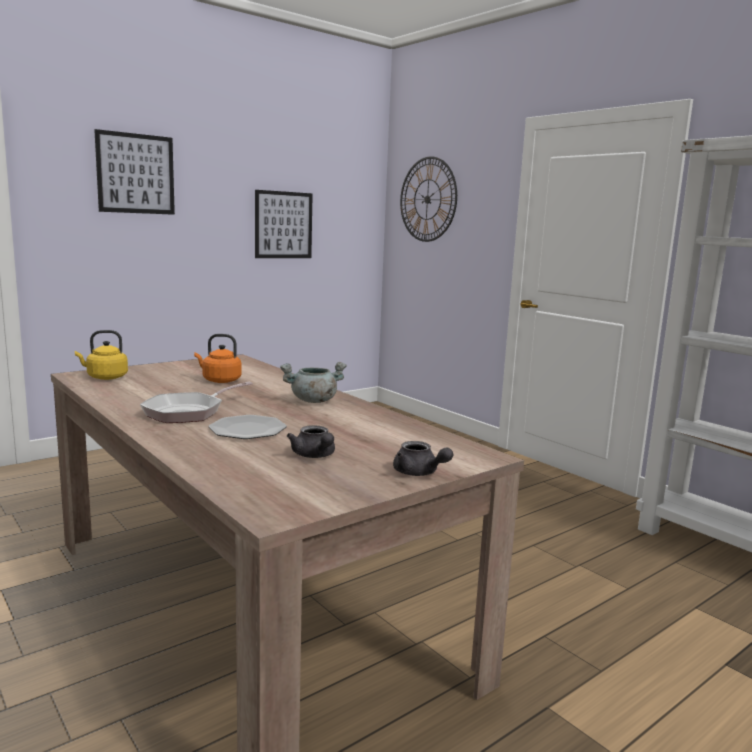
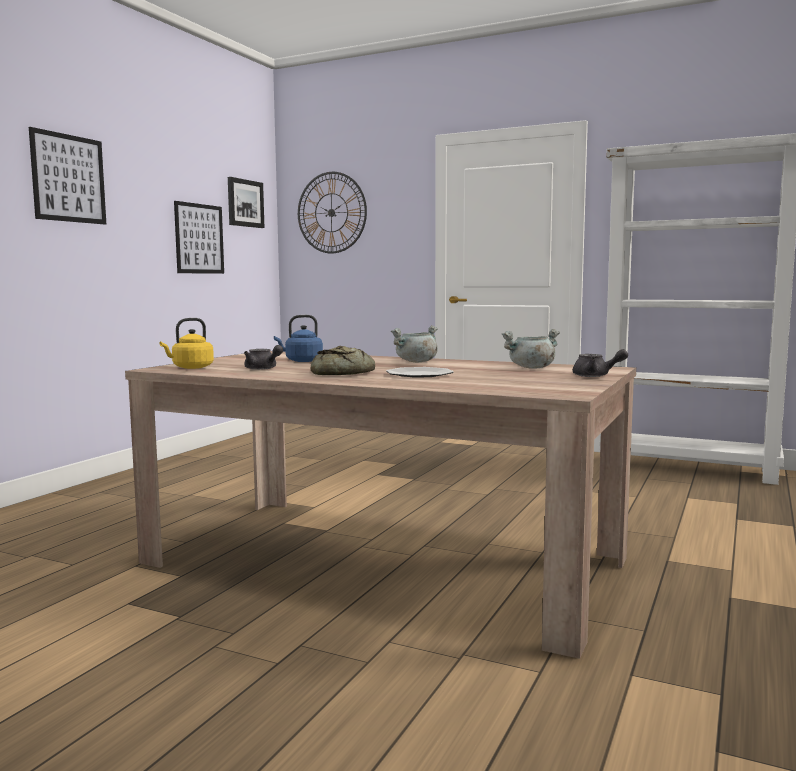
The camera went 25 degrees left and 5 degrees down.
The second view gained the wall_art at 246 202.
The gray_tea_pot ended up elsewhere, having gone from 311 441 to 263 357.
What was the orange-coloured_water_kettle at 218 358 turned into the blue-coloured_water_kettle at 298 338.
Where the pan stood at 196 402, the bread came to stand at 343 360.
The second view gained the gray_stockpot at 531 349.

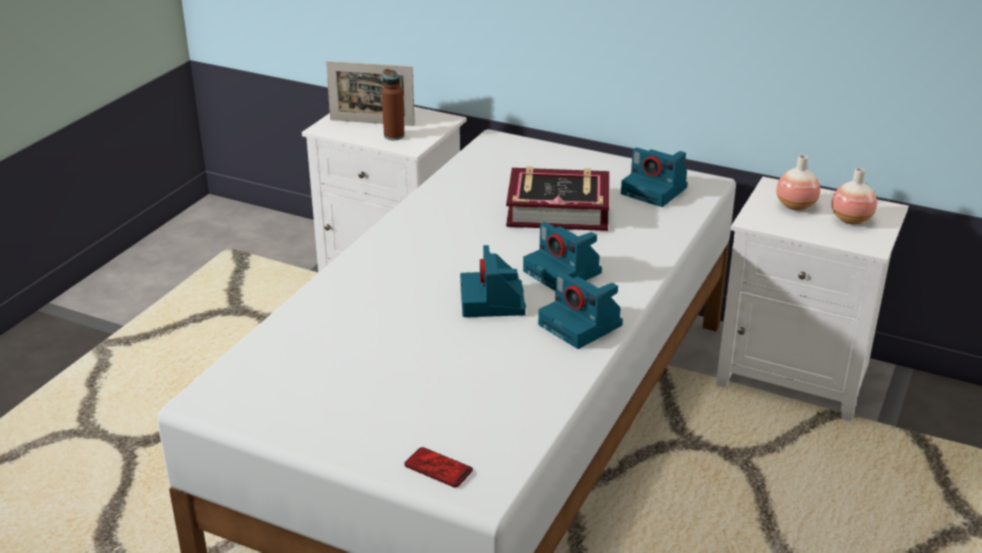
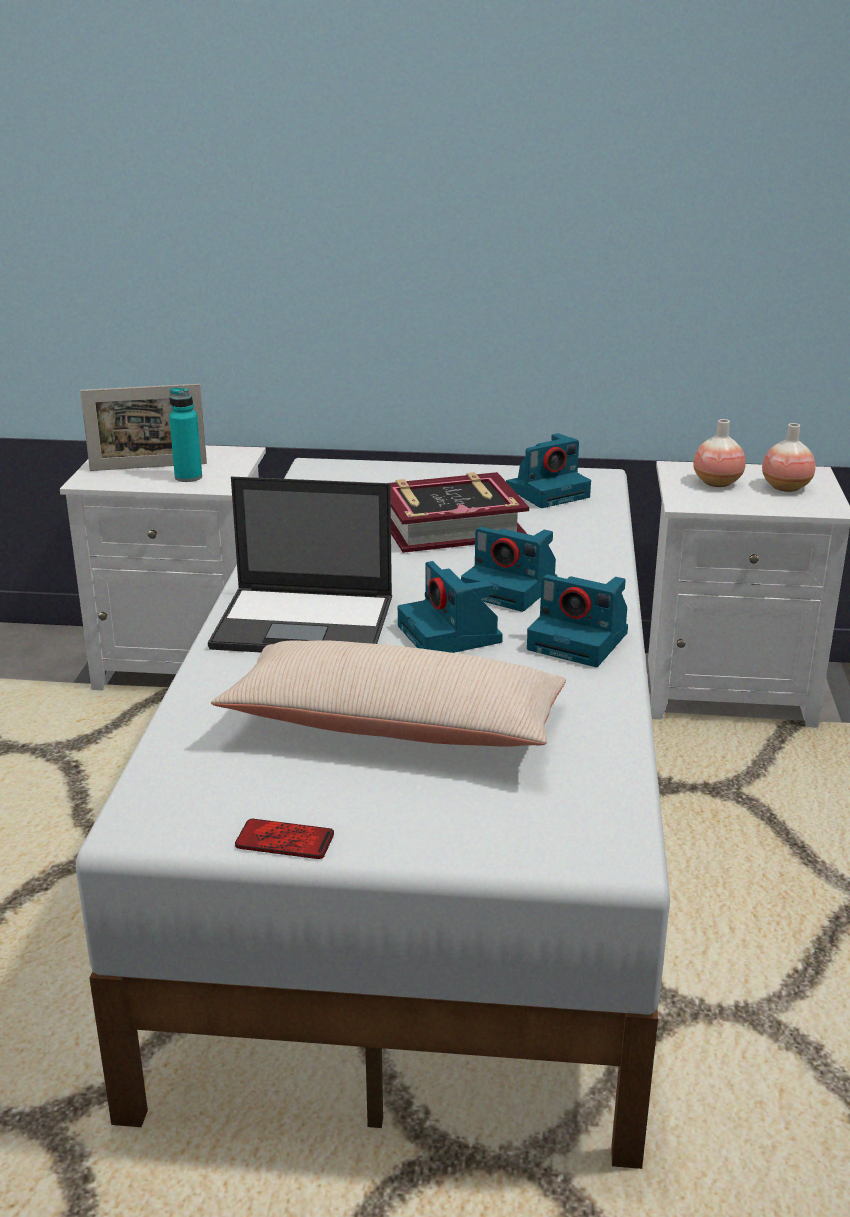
The camera went 20 degrees left and 5 degrees down.
What was the brown_bottle at 393 104 turned into the turquoise_bottle at 185 434.
The second view gained the laptop at 300 564.
The second view gained the beige-coloured_cushion at 388 693.
The phone ended up elsewhere, having gone from 438 467 to 284 839.
The still_camera at 654 177 ended up facing another way, 45 degrees counterclockwise from before.

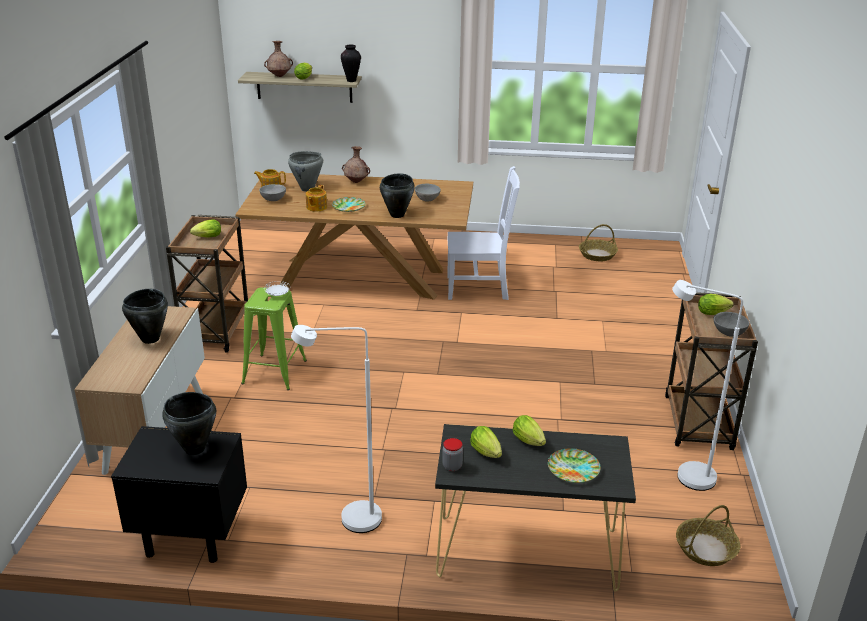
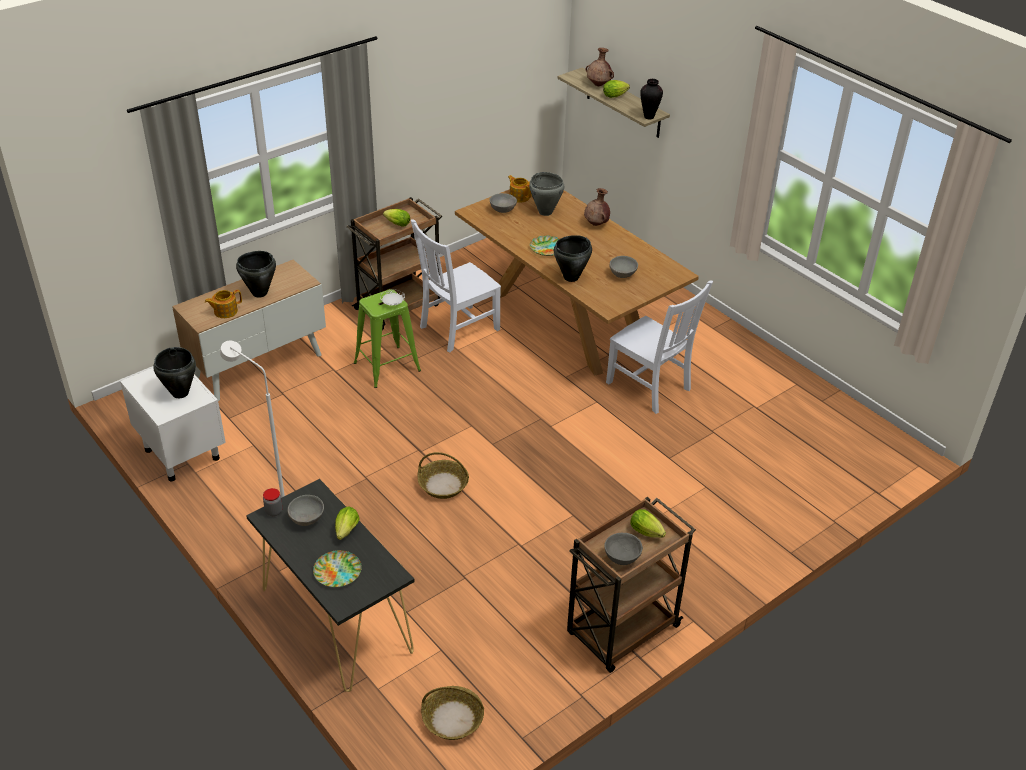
The camera went 45 degrees right and 10 degrees up.
What was the black_nightstand at 179 494 turned into the white_nightstand at 173 425.
The tea_pot ended up elsewhere, having gone from 316 198 to 223 304.
Where the lettuce_head stood at 486 442, the gray_serving_bowl came to stand at 306 510.
The second view gained the white_plain_chair at 456 286.
The storage_basket ended up elsewhere, having gone from 598 242 to 443 475.
The second view lost the white_standing_lamp at 707 385.

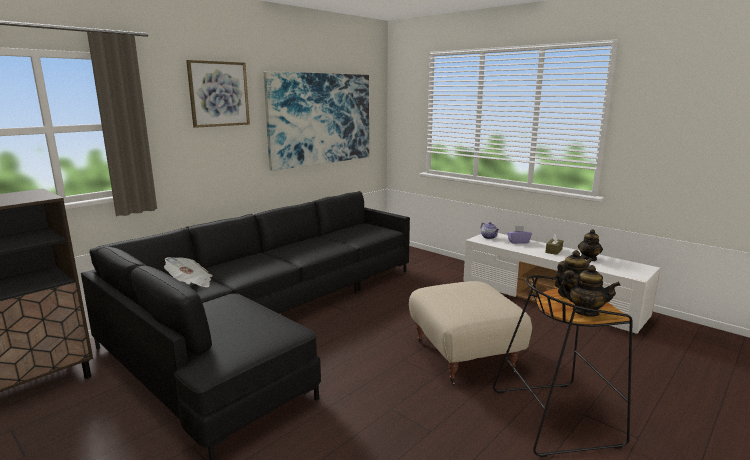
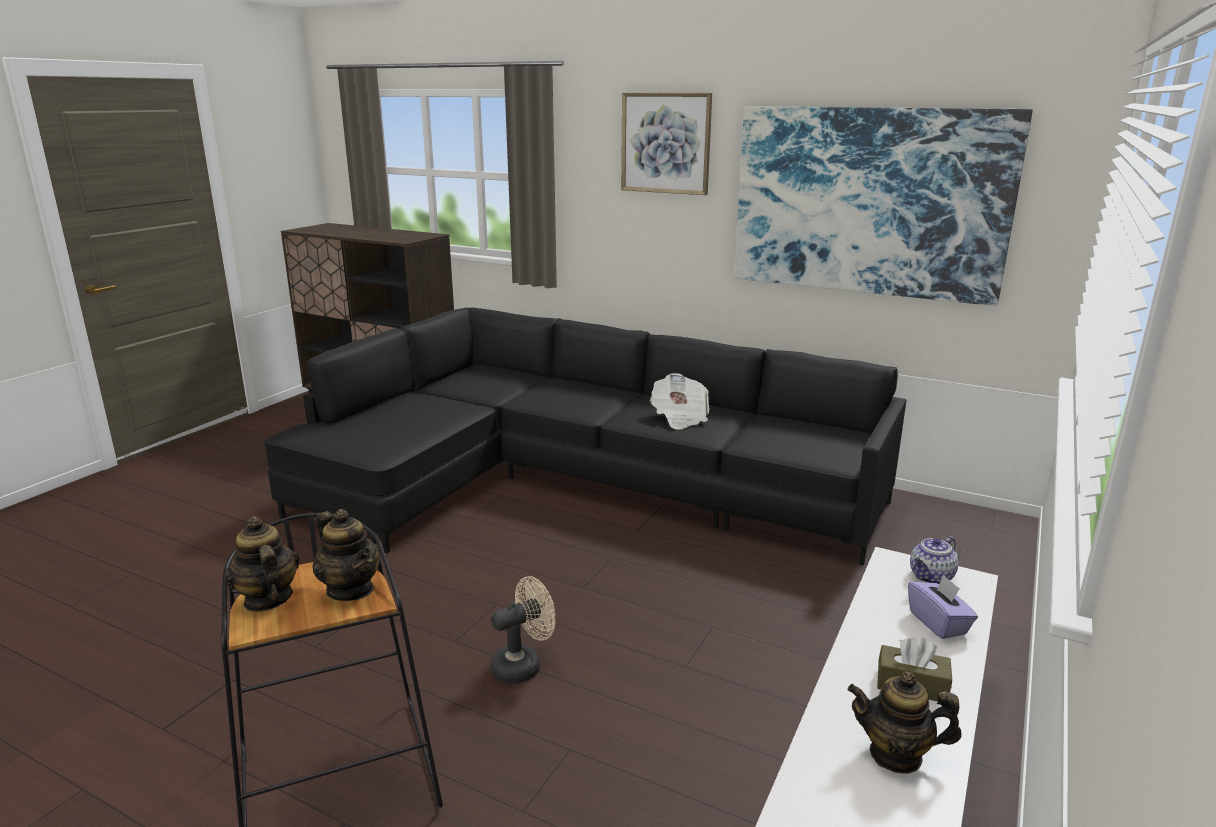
The camera went 75 degrees right and 5 degrees up.
The tea_pot at 589 291 ended up facing another way, 135 degrees clockwise from before.
Where the beige-coloured_ottoman stood at 470 333, the beige-coloured_cooling_fan came to stand at 523 630.
The printed_paper ended up elsewhere, having gone from 188 272 to 679 401.

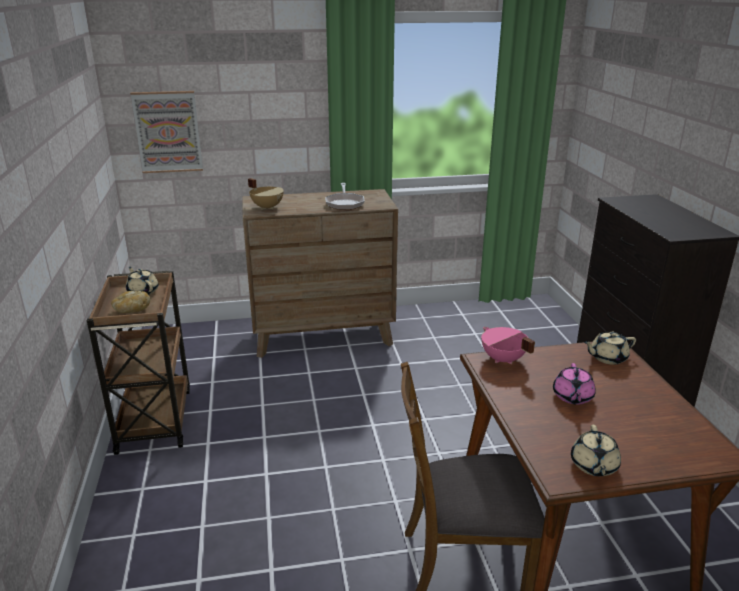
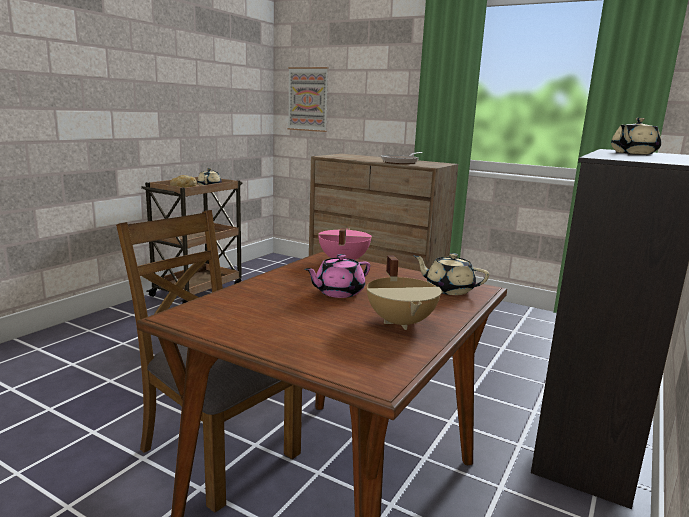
The camera went 40 degrees right and 10 degrees down.
The beige-coloured_stockpot ended up elsewhere, having gone from 266 194 to 404 293.
The beige-coloured_tea_pot ended up elsewhere, having gone from 596 450 to 636 136.

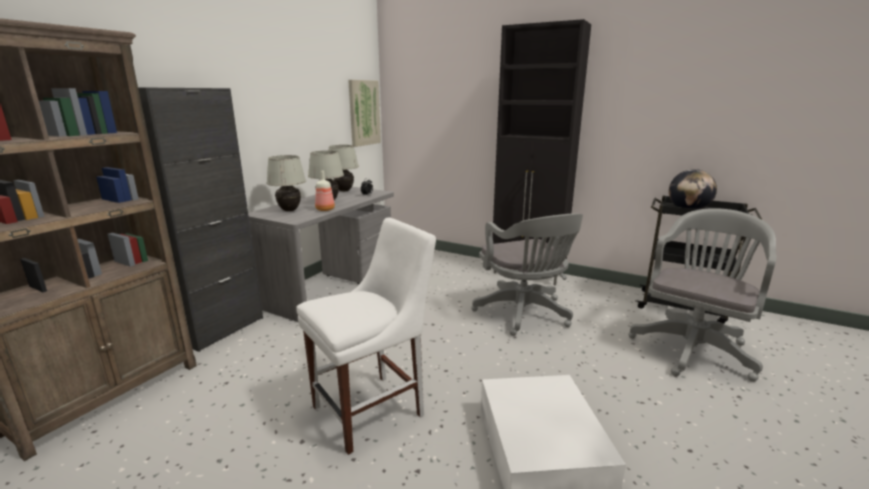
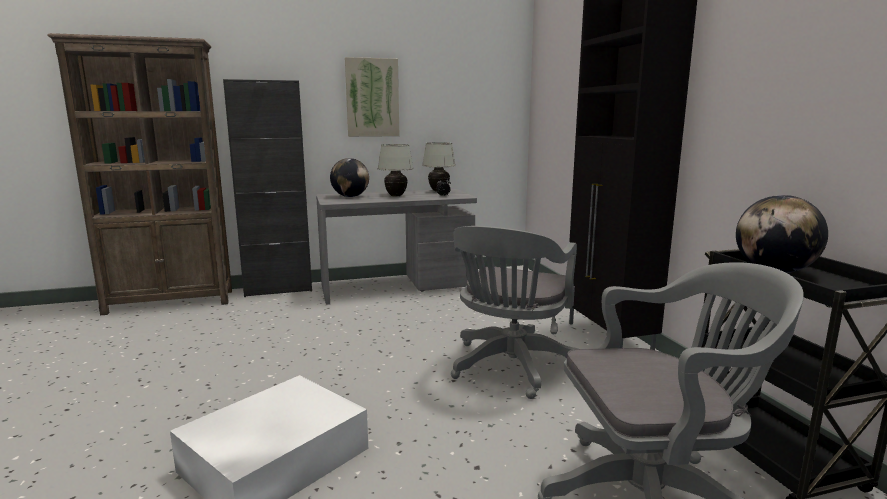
The camera went 45 degrees right and 5 degrees down.
Where the white_lamp_for_a_table stood at 286 183, the globe came to stand at 349 177.
The wall_art ended up elsewhere, having gone from 364 113 to 372 97.
The second view lost the white_plain_chair at 366 336.
The second view lost the bottle at 325 191.

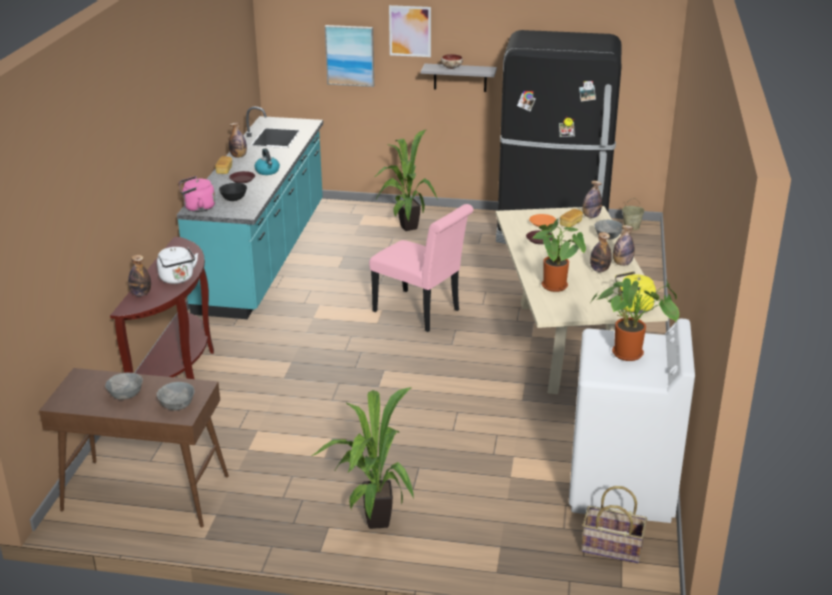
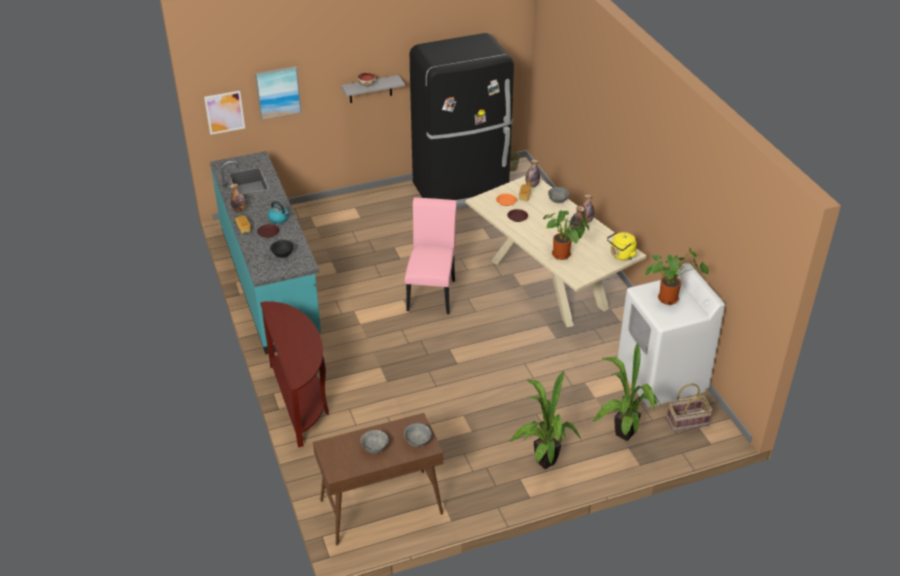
The camera went 30 degrees left and 10 degrees up.
The wall_art ended up elsewhere, having gone from 410 31 to 224 113.
The pink-coloured_plain_chair at 421 268 ended up facing another way, 90 degrees counterclockwise from before.
The potted_plant ended up elsewhere, having gone from 406 180 to 626 392.
The second view lost the bottle at 139 275.
The second view lost the white_water_kettle at 177 265.
The second view lost the pink-coloured_water_kettle at 197 194.

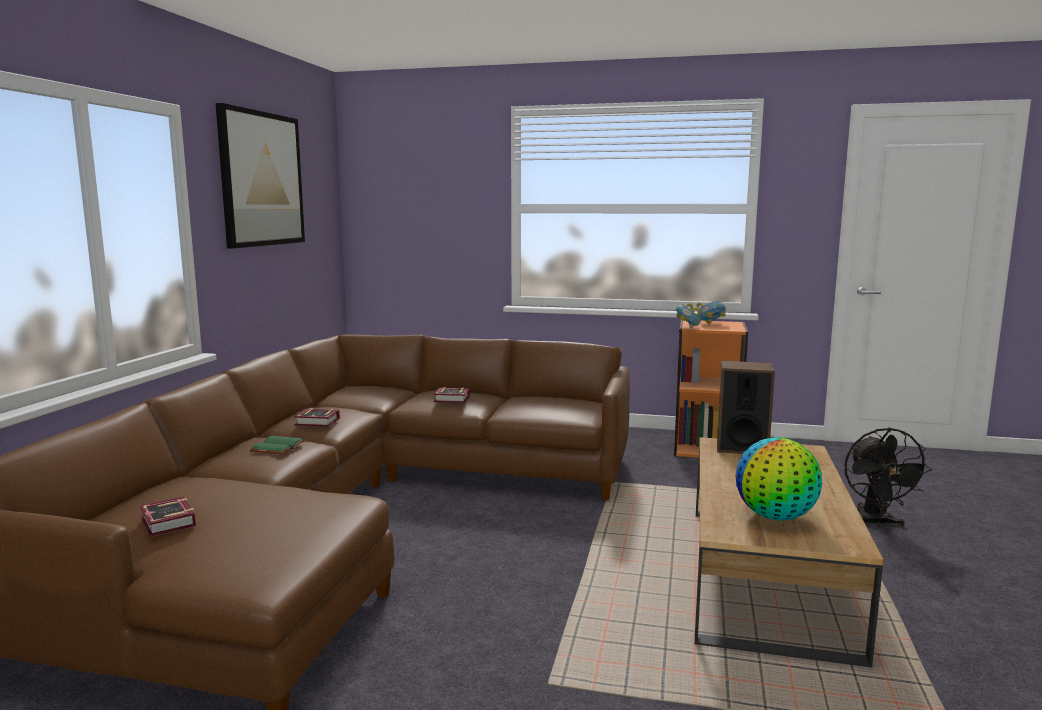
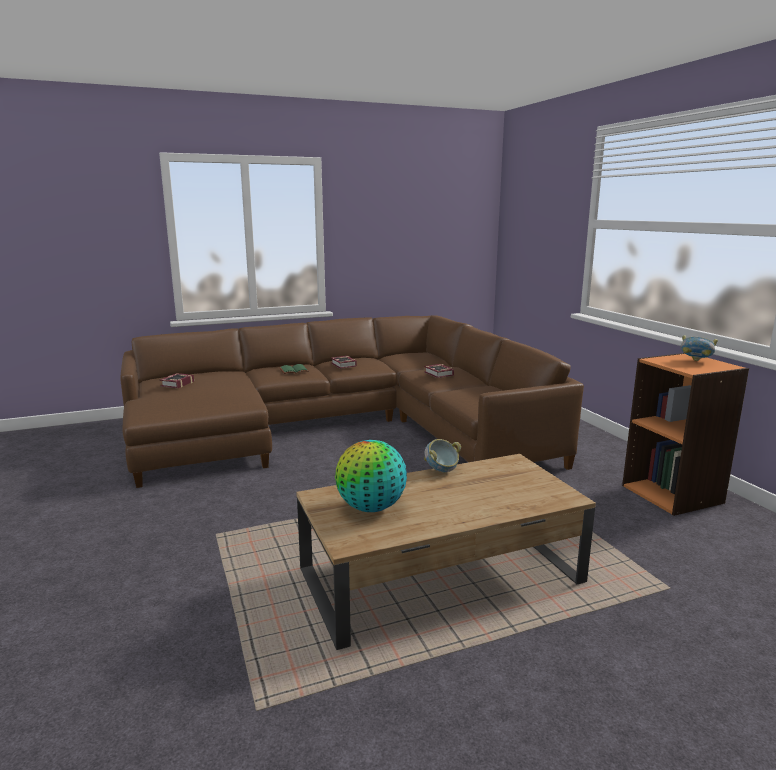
The camera went 55 degrees right and 5 degrees up.
The serving_bowl ended up elsewhere, having gone from 689 315 to 442 456.
The second view lost the wall_art at 260 176.
The second view lost the audio_speaker at 746 407.
The second view lost the black_cooling_fan at 888 477.

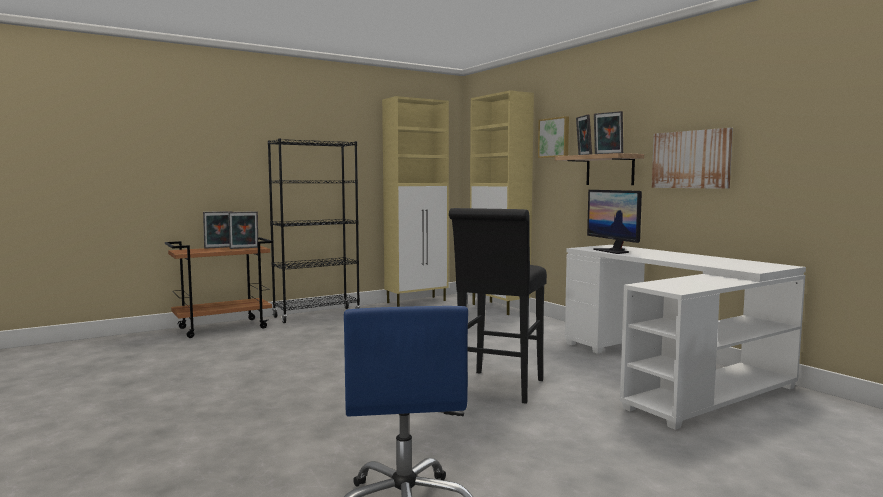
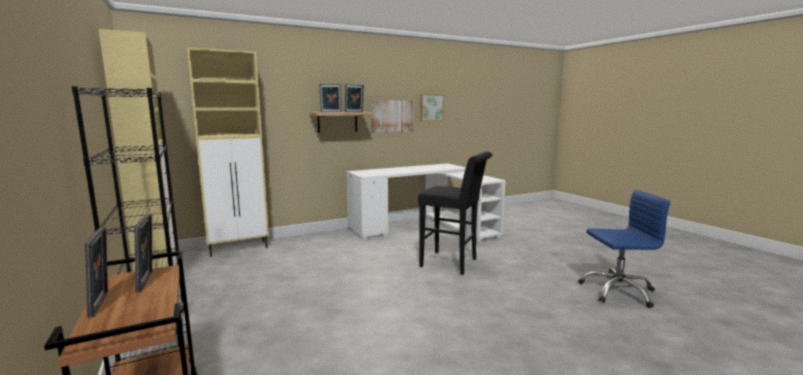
The camera went 85 degrees left and 5 degrees up.
The wall_art ended up elsewhere, having gone from 553 137 to 432 107.
The second view lost the computer_screen at 614 222.

